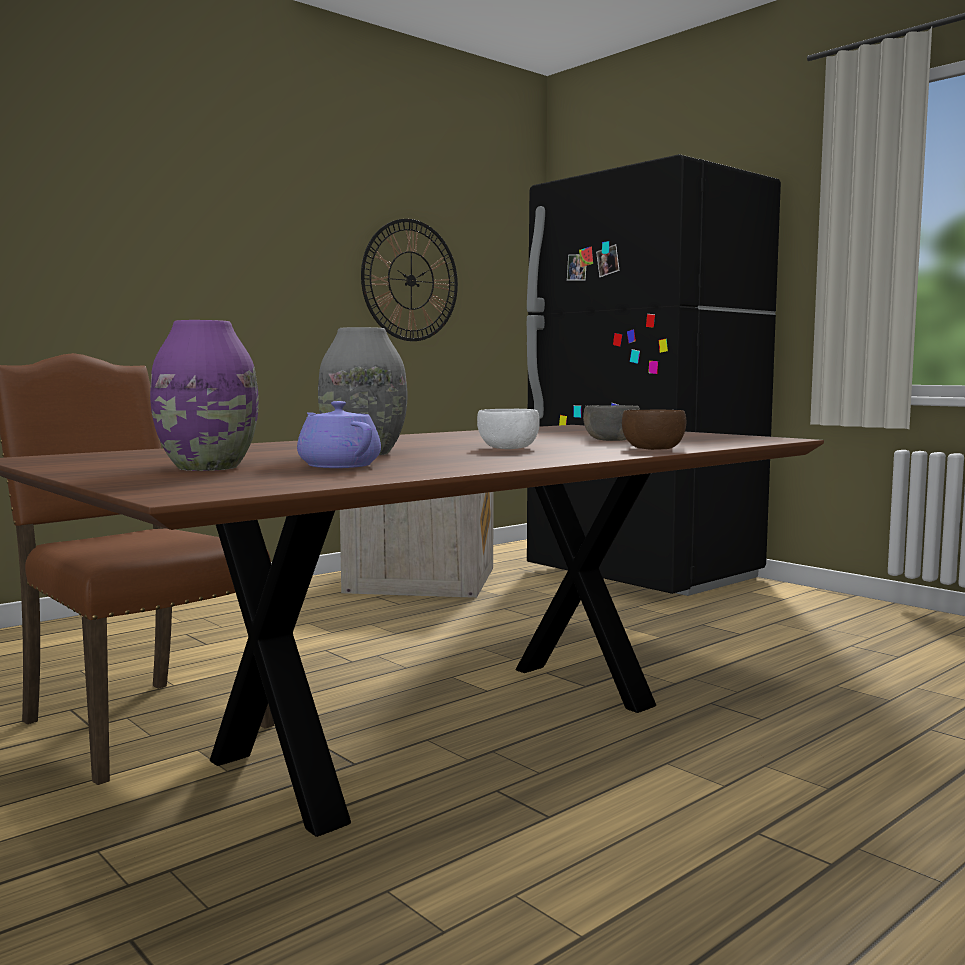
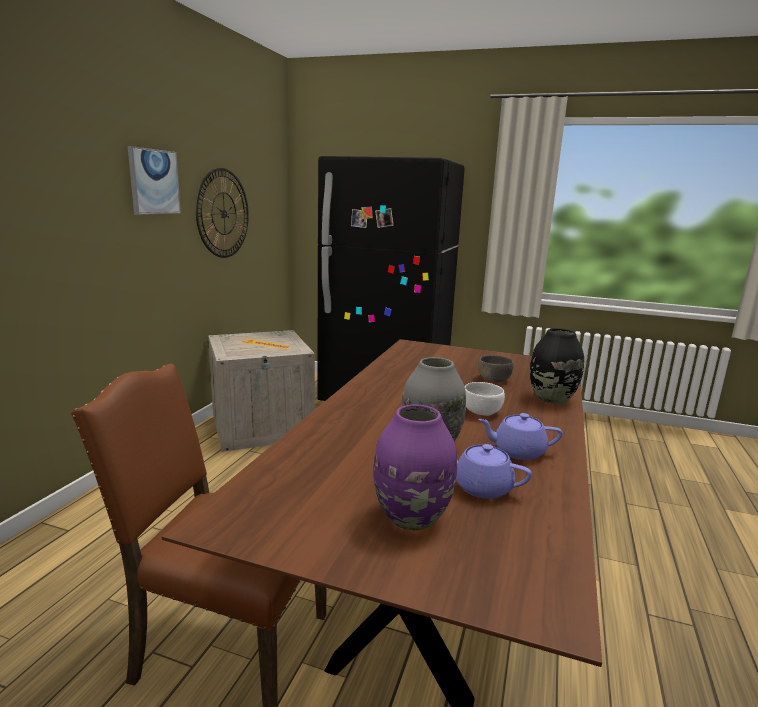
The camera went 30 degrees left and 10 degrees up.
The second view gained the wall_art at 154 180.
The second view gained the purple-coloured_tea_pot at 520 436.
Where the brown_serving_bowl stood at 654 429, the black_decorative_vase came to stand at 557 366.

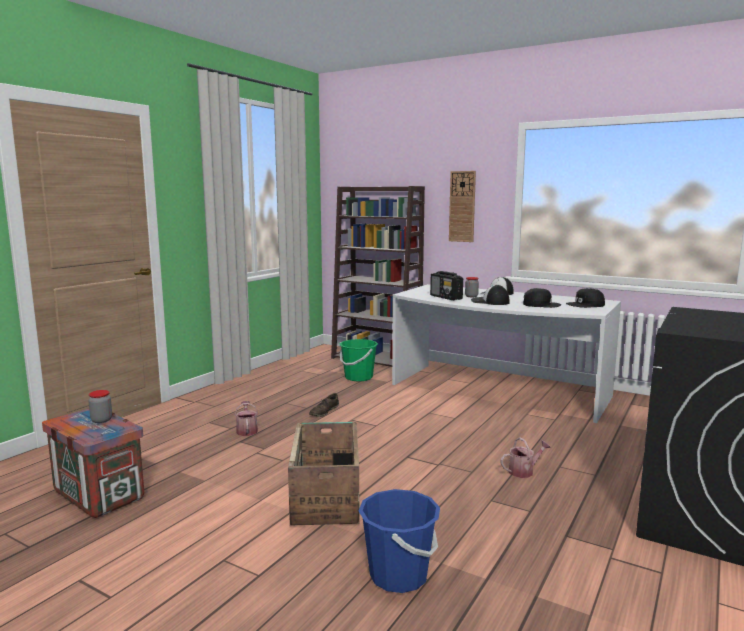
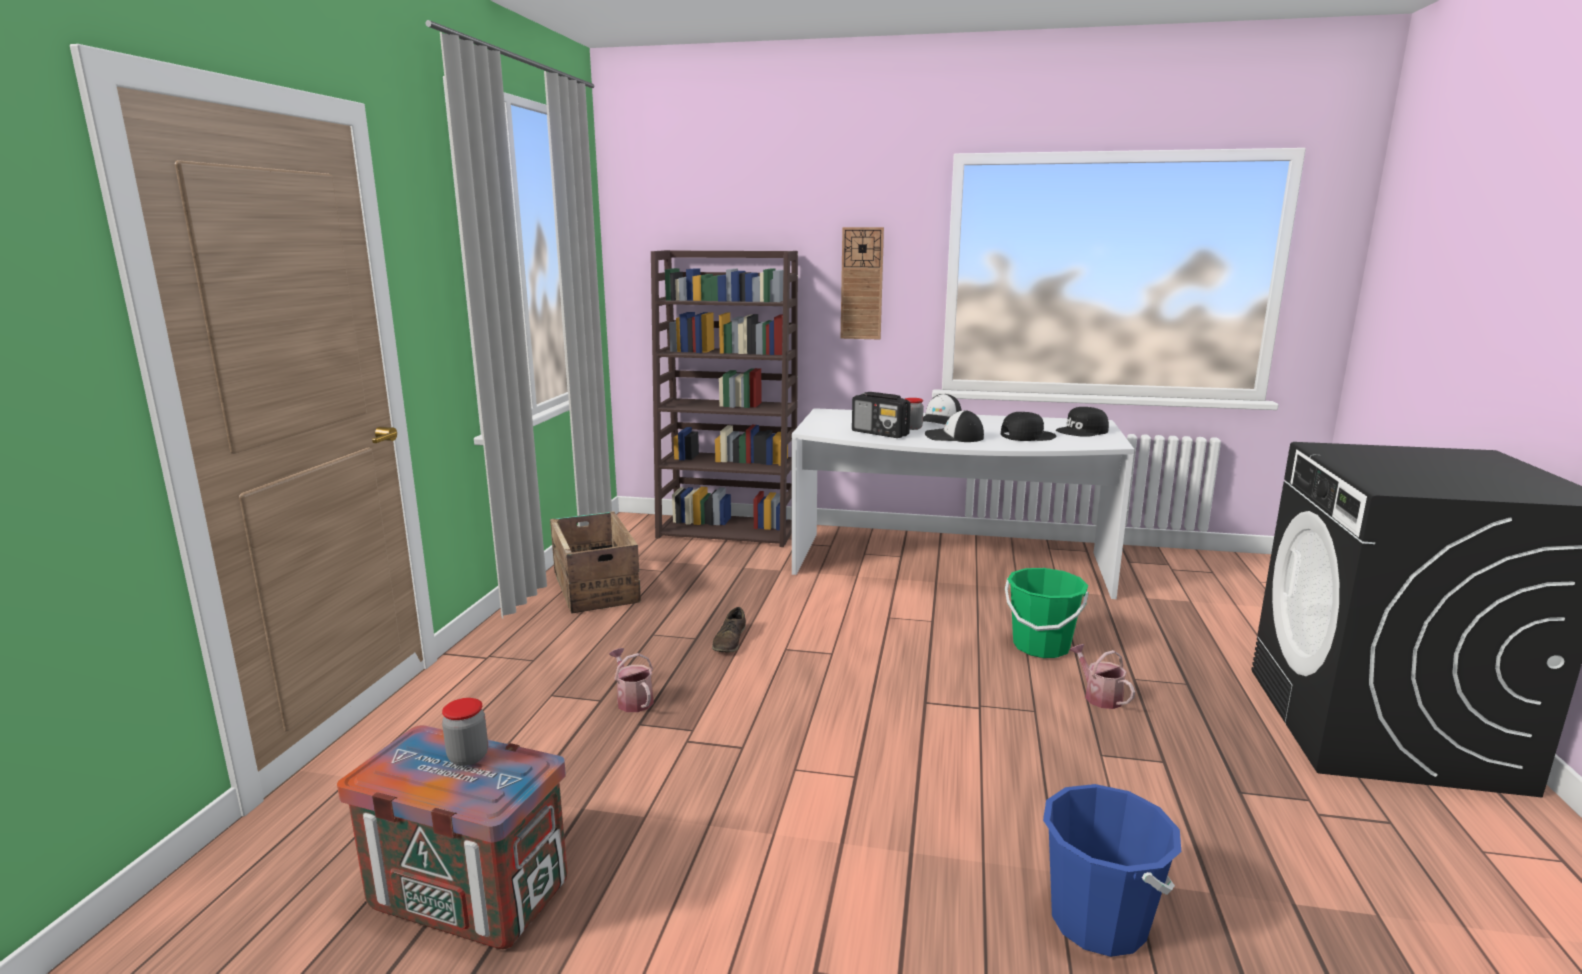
The camera went 20 degrees left and 5 degrees up.
The shipping_crate ended up elsewhere, having gone from 323 474 to 595 562.
The greenish_pail ended up elsewhere, having gone from 358 360 to 1047 613.
The sprinkling_can at 525 457 ended up facing another way, 75 degrees counterclockwise from before.

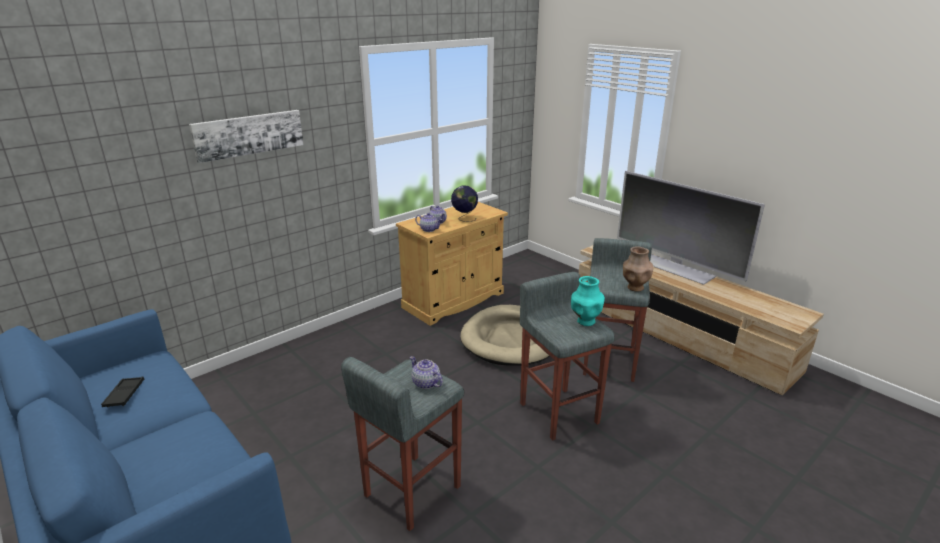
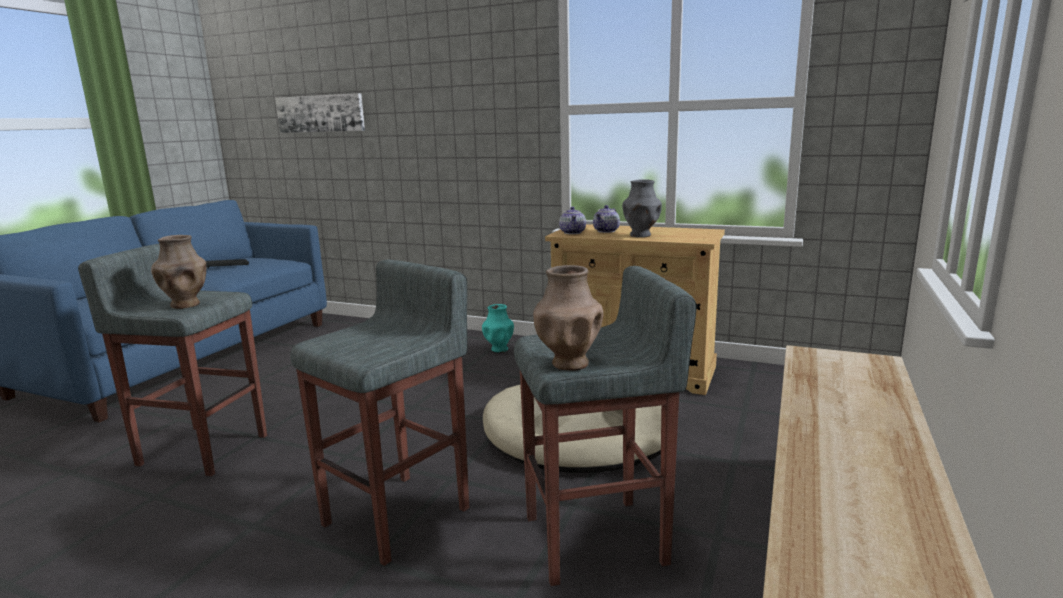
The camera went 65 degrees right and 10 degrees down.
Where the tea_pot stood at 426 372, the brown_decorative_vase came to stand at 178 272.
The wall_art ended up elsewhere, having gone from 246 136 to 320 113.
The turquoise_decorative_vase ended up elsewhere, having gone from 588 301 to 498 328.
Where the globe stood at 464 204, the gray_decorative_vase came to stand at 642 208.
The second view lost the television at 691 228.

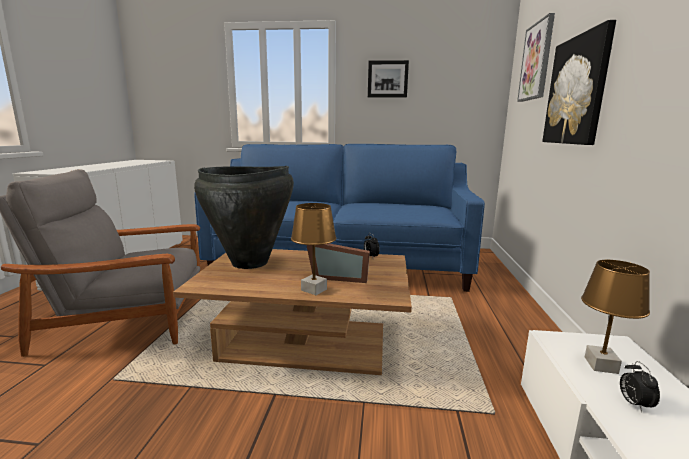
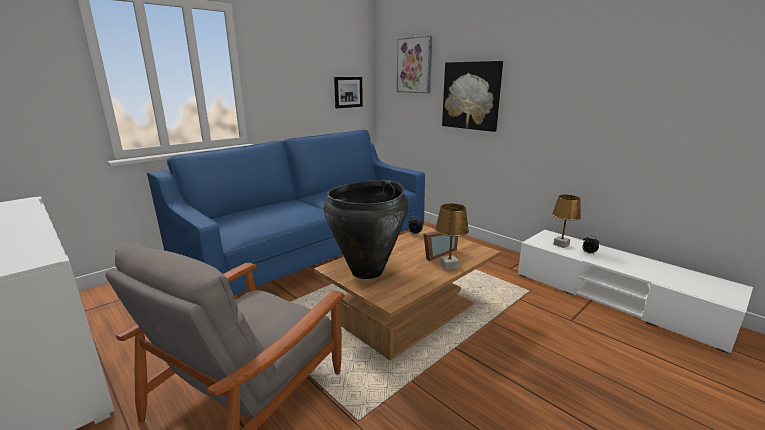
The camera went 50 degrees left and 5 degrees up.
The wall_art ended up elsewhere, having gone from 388 79 to 348 92.

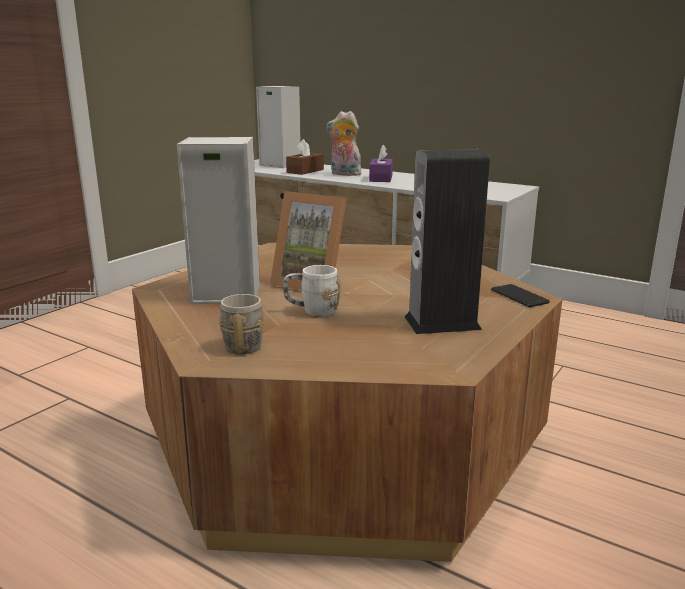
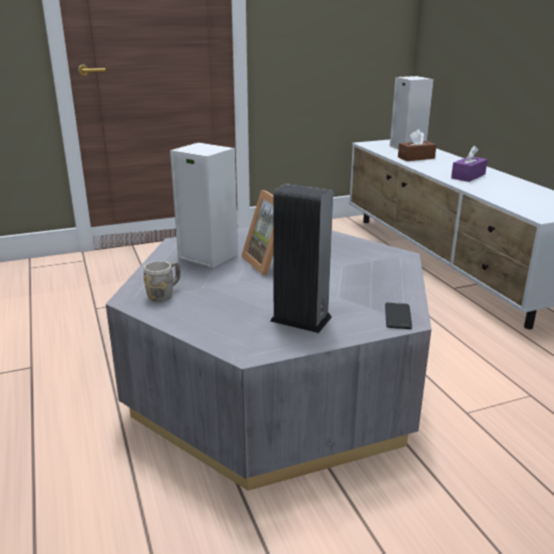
The camera went 35 degrees right and 5 degrees up.
What was the brown_coffee_table at 347 402 turned into the gray_coffee_table at 268 359.
The second view lost the white_tea_mug at 312 291.
The second view lost the soft_toy at 345 143.

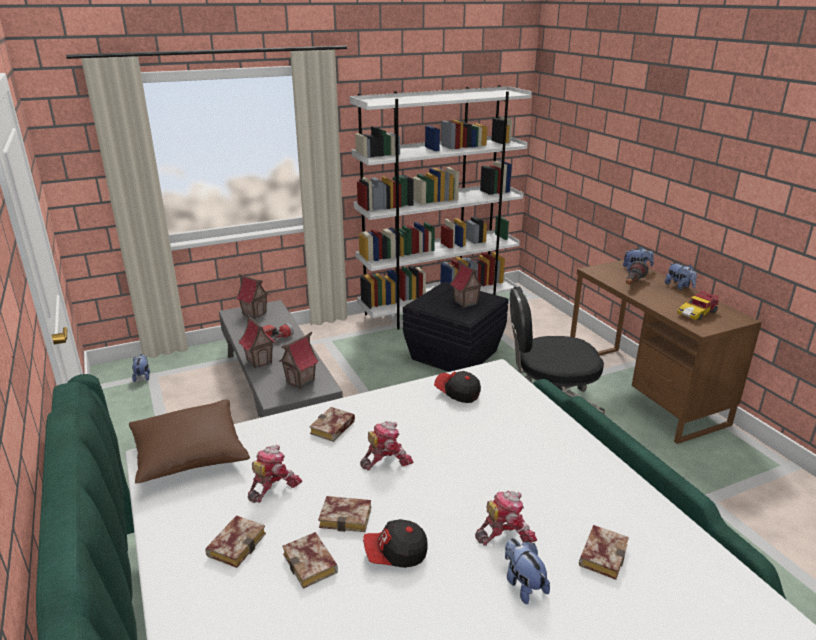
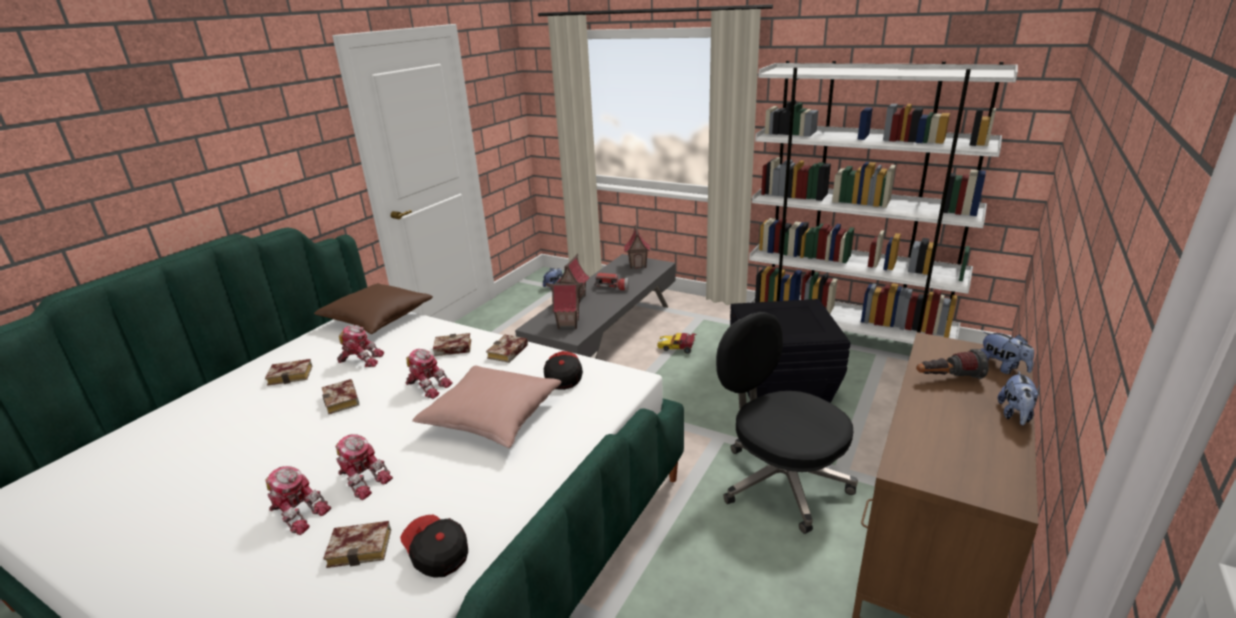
The camera went 55 degrees right and 0 degrees up.
Where the soft_toy stood at 527 571, the model_robot came to stand at 298 500.
The baseball_cap ended up elsewhere, having gone from 395 543 to 434 546.
The second view gained the pink-coloured_cushion at 486 406.
The bound_book ended up elsewhere, having gone from 310 560 to 507 349.
The miniature_car ended up elsewhere, having gone from 698 305 to 677 343.
The second view lost the toy_house at 467 284.

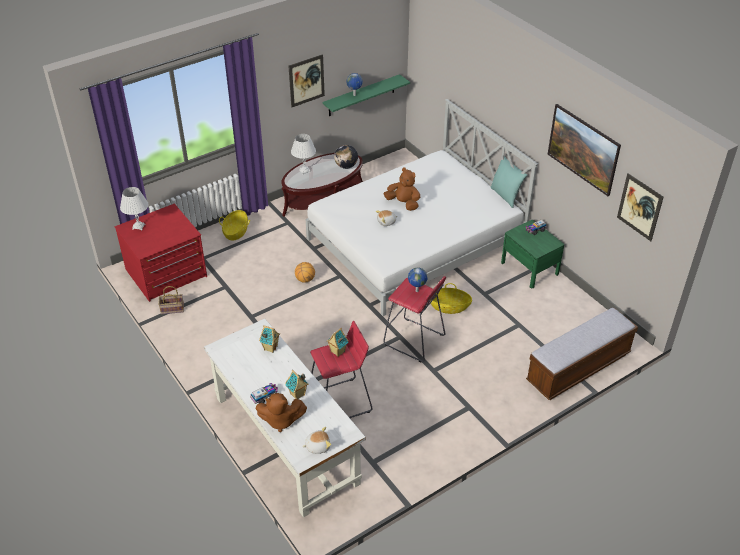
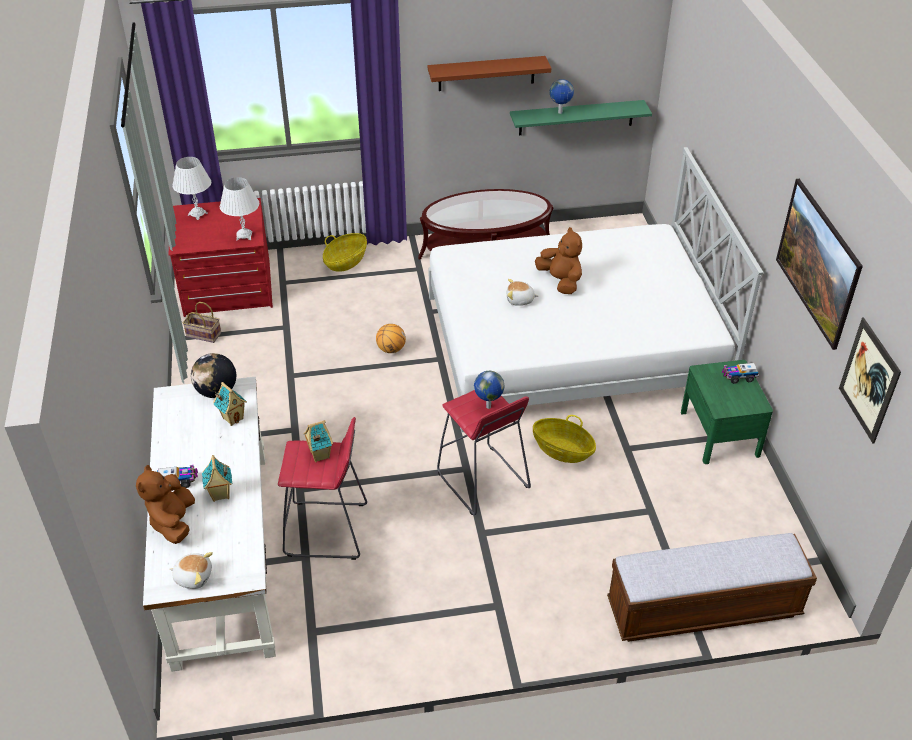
The camera went 25 degrees right and 0 degrees up.
The brown_soft_toy at 281 412 ended up facing another way, 60 degrees clockwise from before.
The globe ended up elsewhere, having gone from 346 157 to 213 375.
The white_lamp_for_a_table ended up elsewhere, having gone from 303 154 to 239 208.
Where the wall_art hung at 307 80, the brown_shelf came to hang at 489 73.
The second view lost the turquoise_cushion at 508 182.

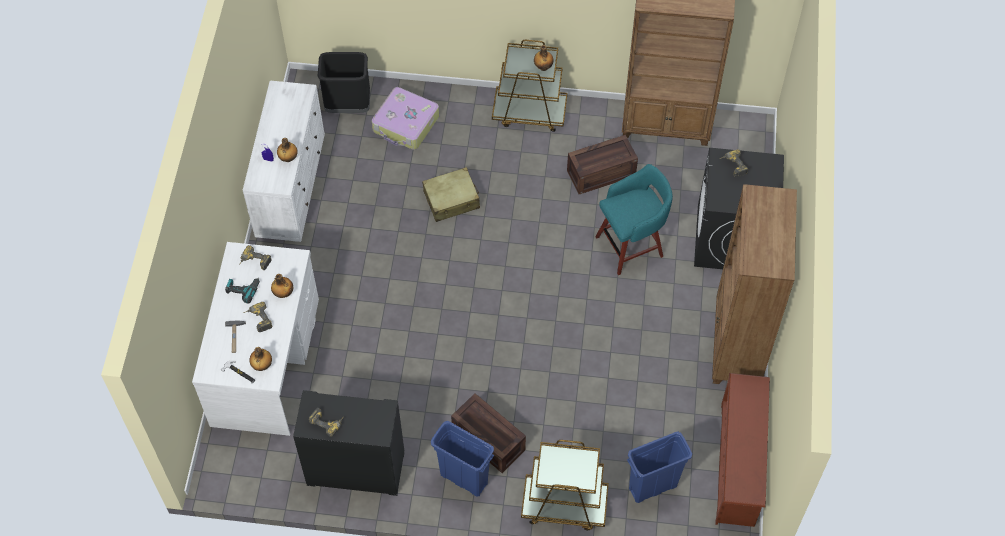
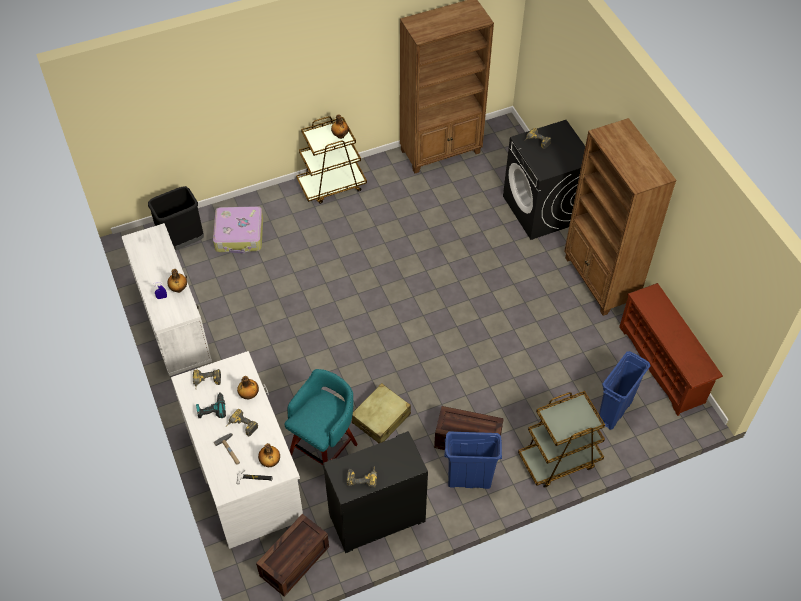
The camera went 30 degrees left and 5 degrees down.
The shipping_crate ended up elsewhere, having gone from 602 164 to 292 555.
The turquoise_stool ended up elsewhere, having gone from 634 219 to 321 417.
The beige-coloured_suitcase ended up elsewhere, having gone from 451 194 to 381 413.

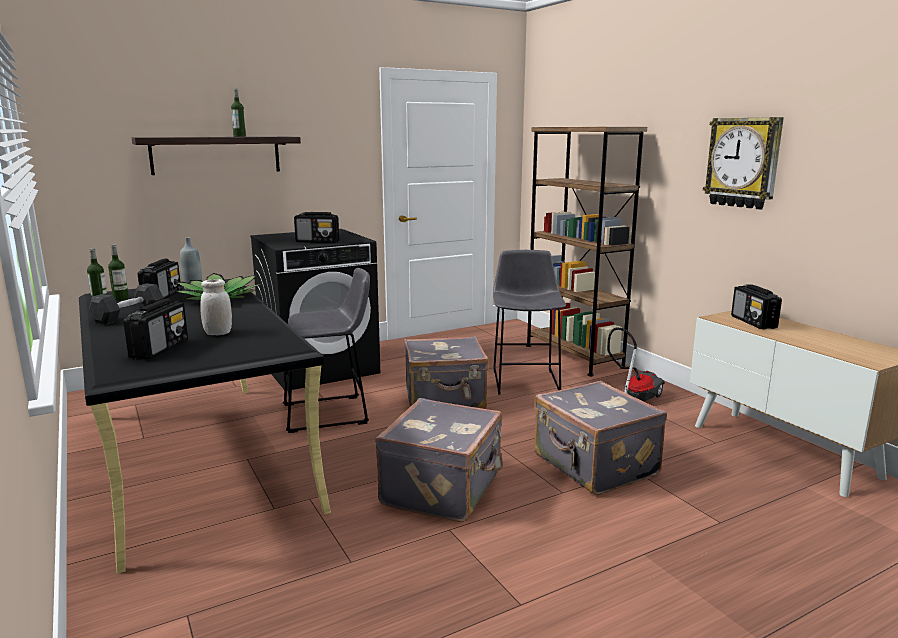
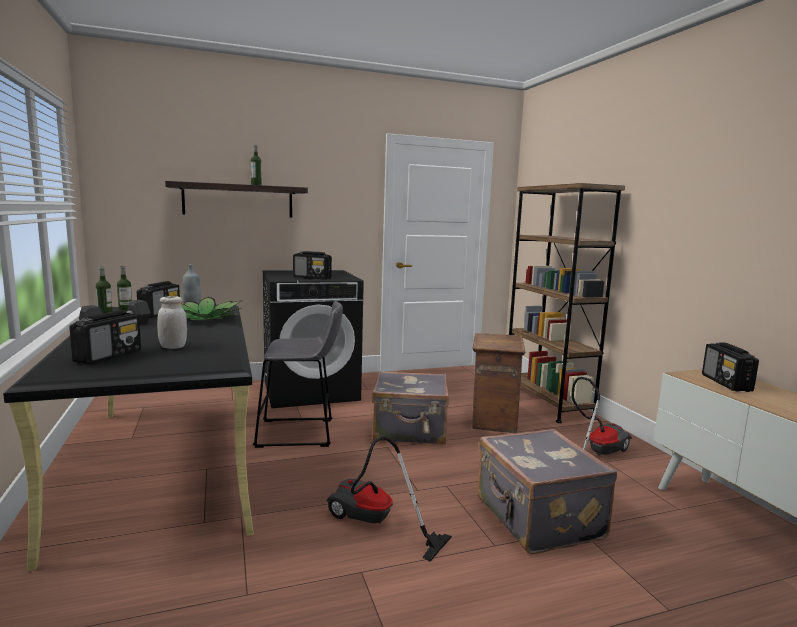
The camera went 10 degrees right and 5 degrees down.
Where the gray_suitcase stood at 439 460, the vacuum came to stand at 389 498.
Where the gray_stool stood at 529 322, the shipping_crate came to stand at 498 383.
The second view lost the hanging_clock at 743 163.

